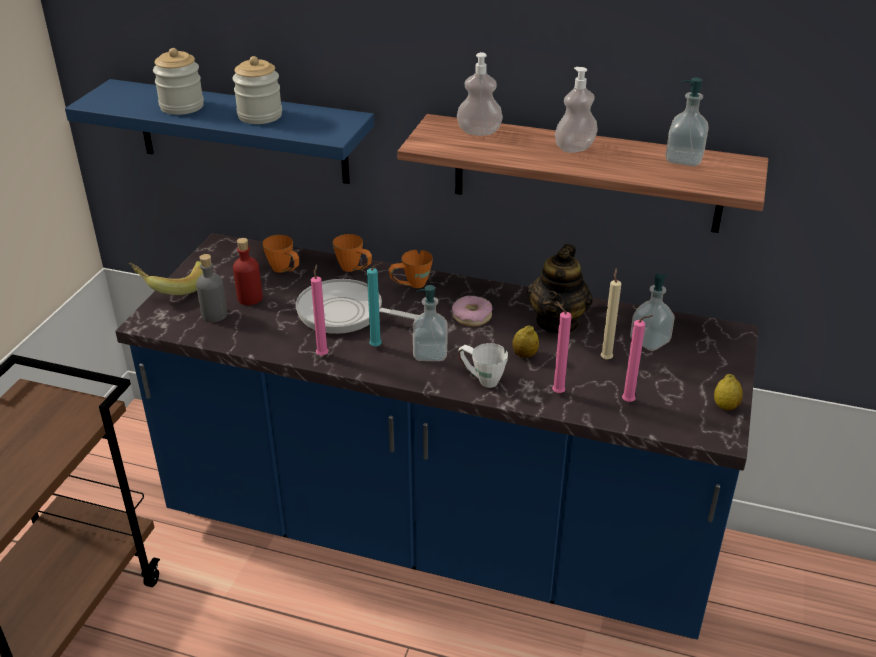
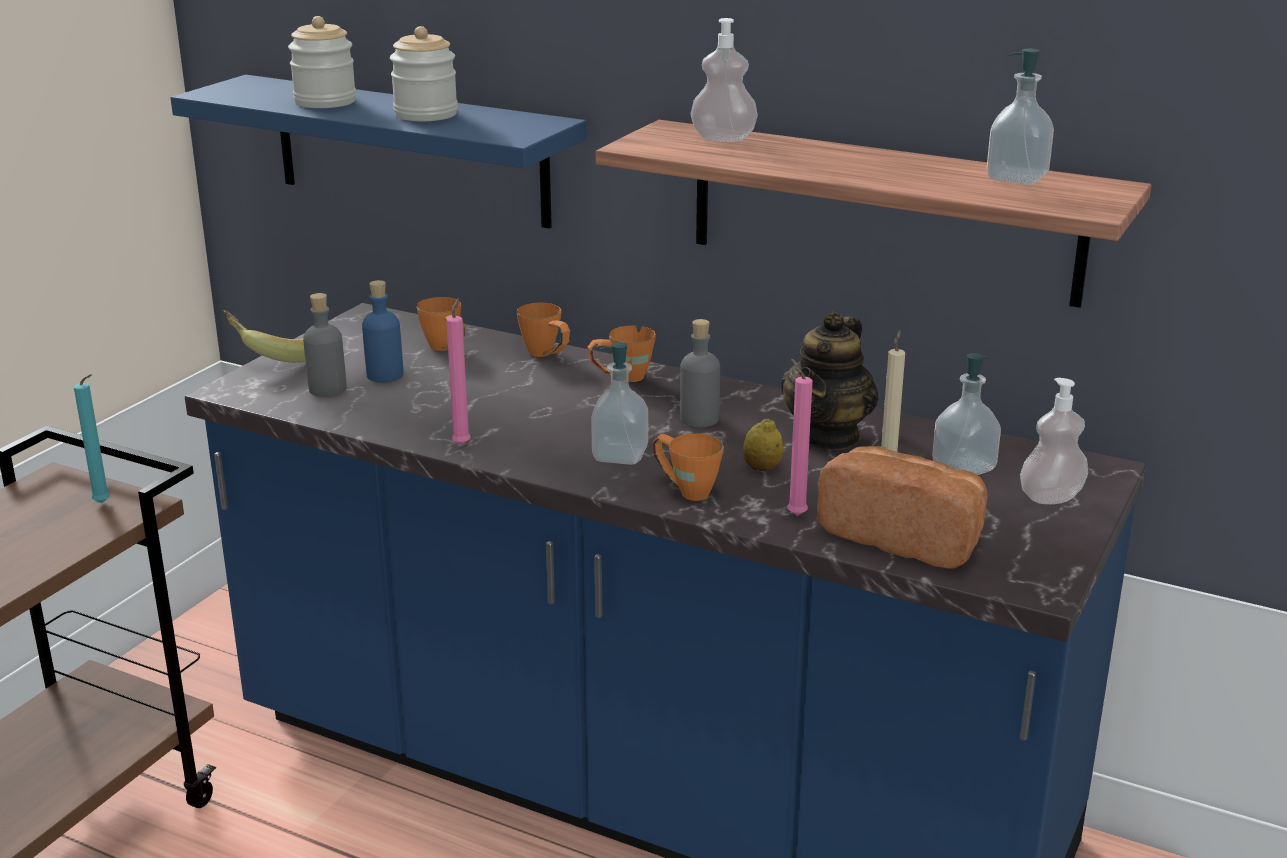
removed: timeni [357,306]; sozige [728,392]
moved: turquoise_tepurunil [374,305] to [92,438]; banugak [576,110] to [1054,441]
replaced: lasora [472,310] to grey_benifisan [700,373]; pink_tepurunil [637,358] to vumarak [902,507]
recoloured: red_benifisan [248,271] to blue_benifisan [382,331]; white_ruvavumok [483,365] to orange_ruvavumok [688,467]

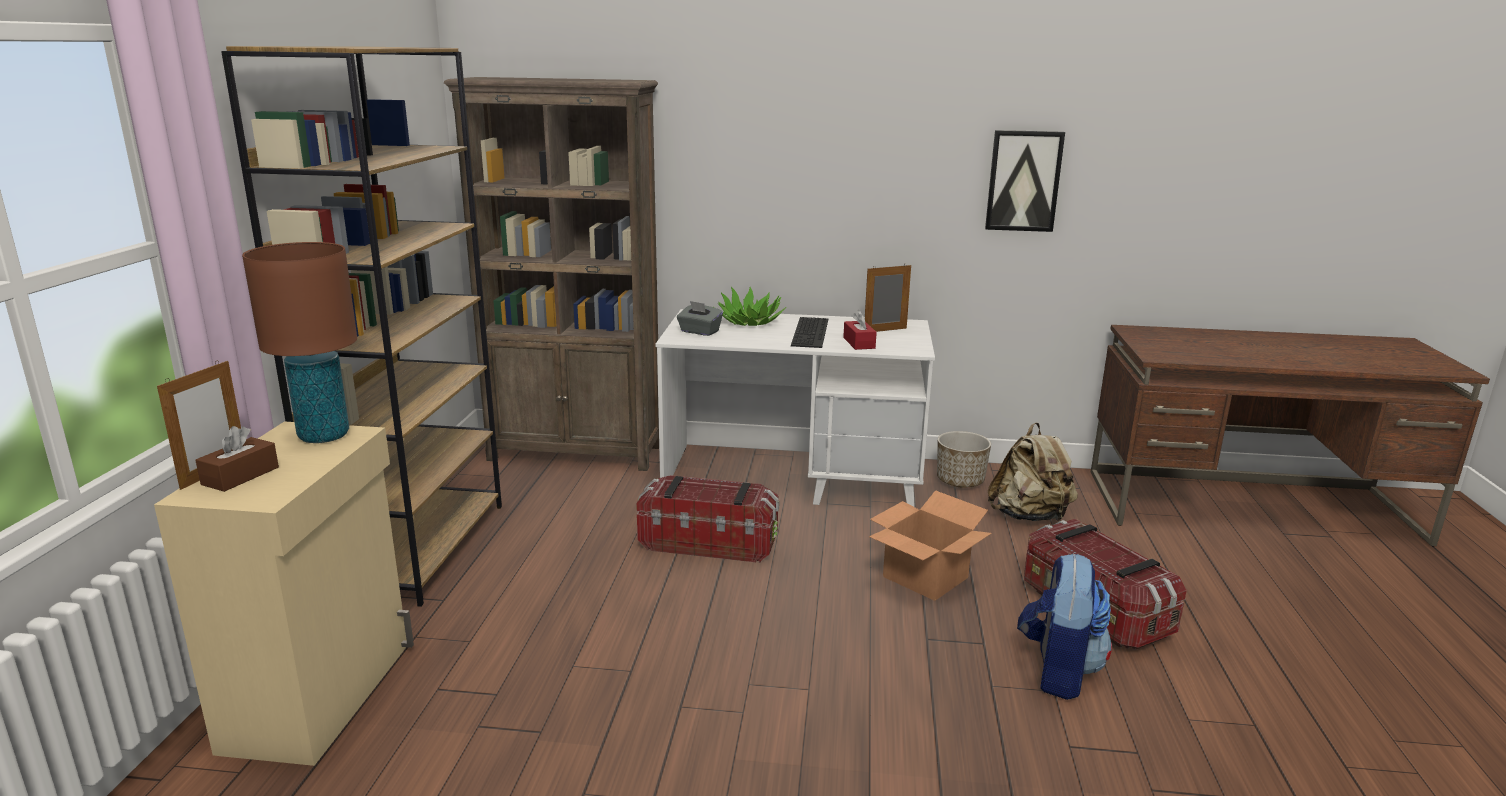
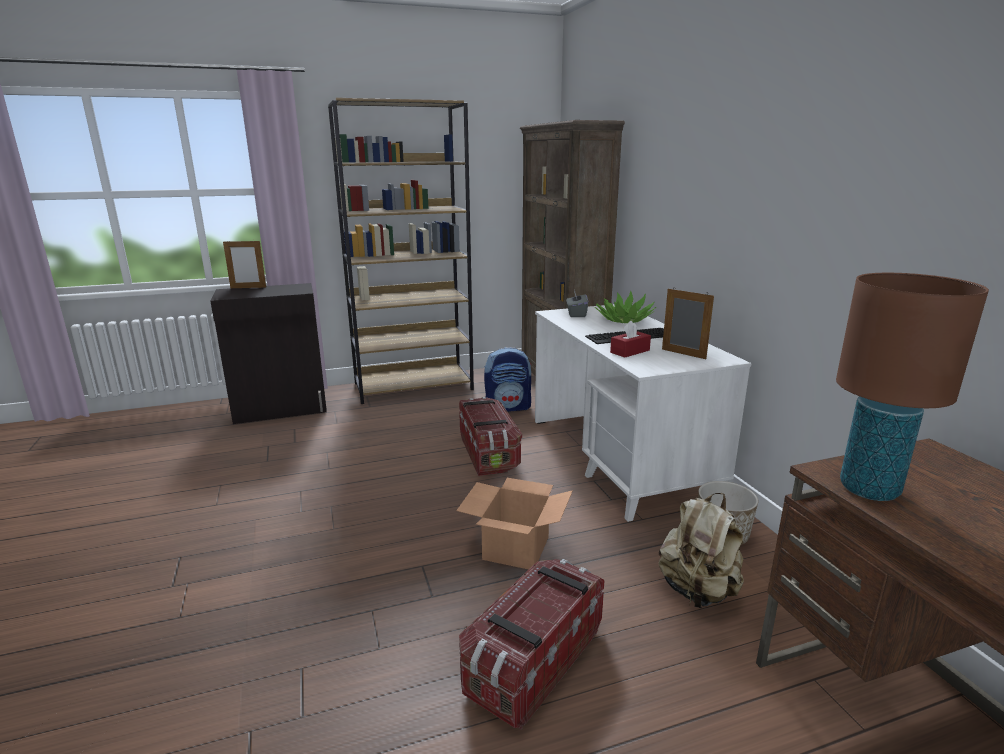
removed: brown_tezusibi [237,459]; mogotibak [1025,181]
moved: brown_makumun [299,342] to [912,387]; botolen [1064,626] to [508,379]
recoloured: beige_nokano [284,593] to black_nokano [268,353]

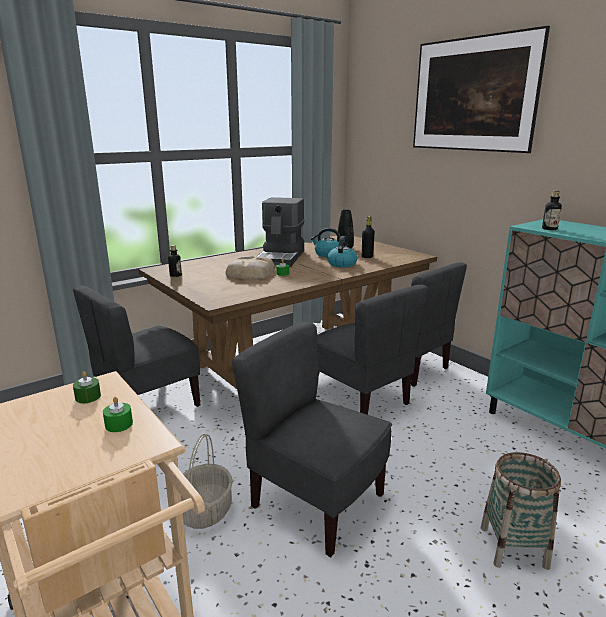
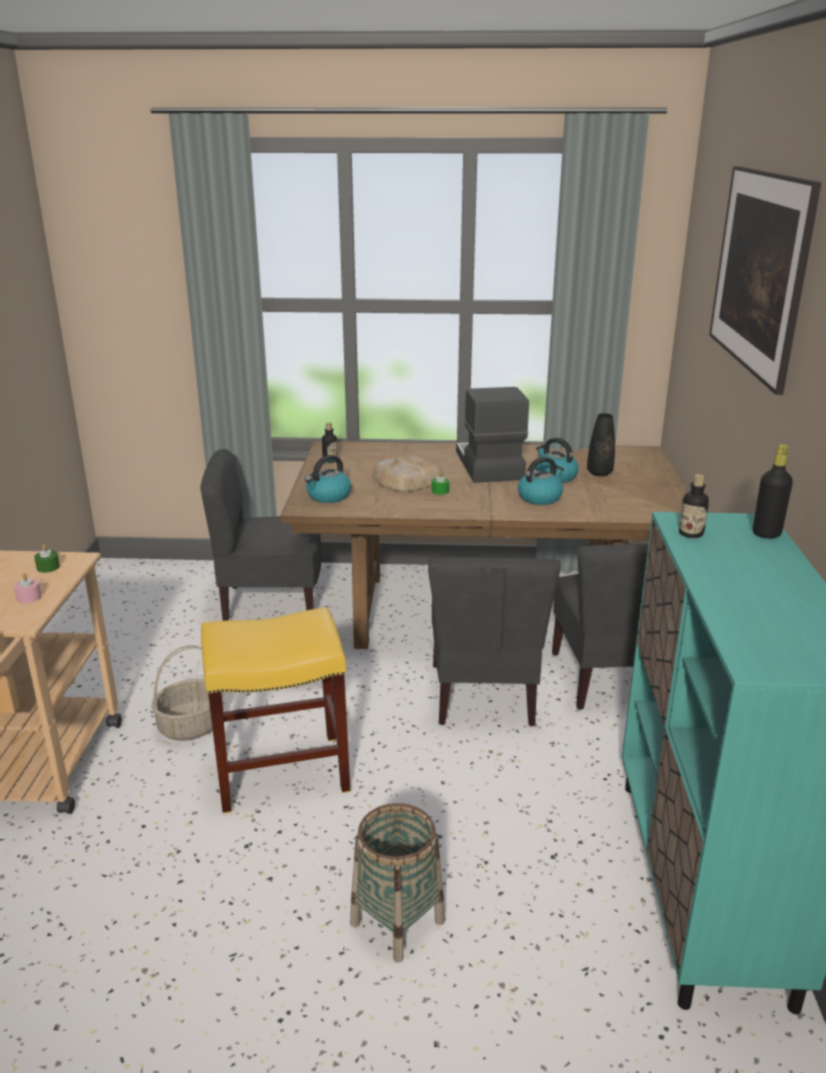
added: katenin [328,479]
moved: black_benifisan [368,237] to [773,491]
replaced: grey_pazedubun [312,439] to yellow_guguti [275,710]
recoloured: green_tepurunil [118,414] to pink_tepurunil [27,588]
turned: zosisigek [280,232] = [492,435] 120 degrees clockwise

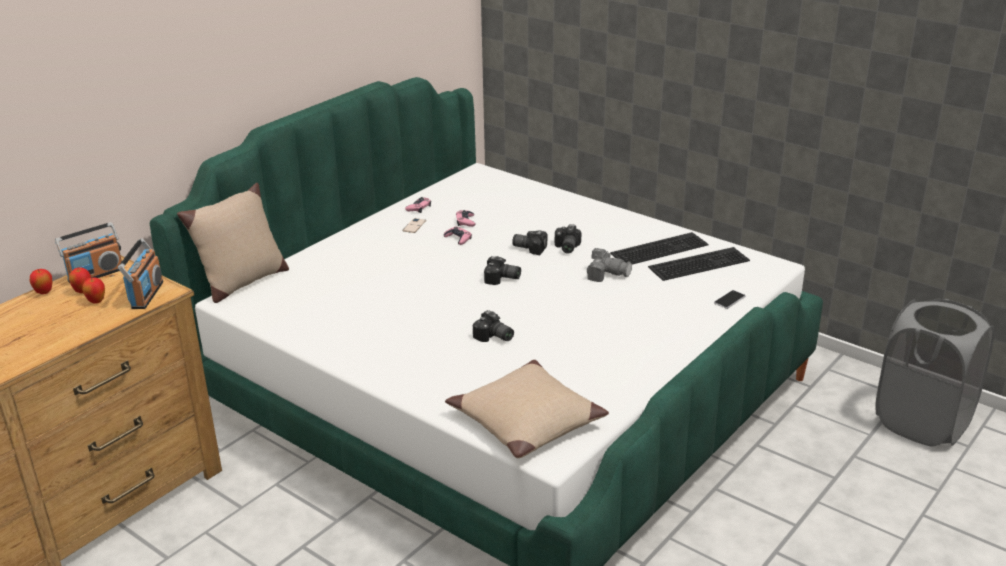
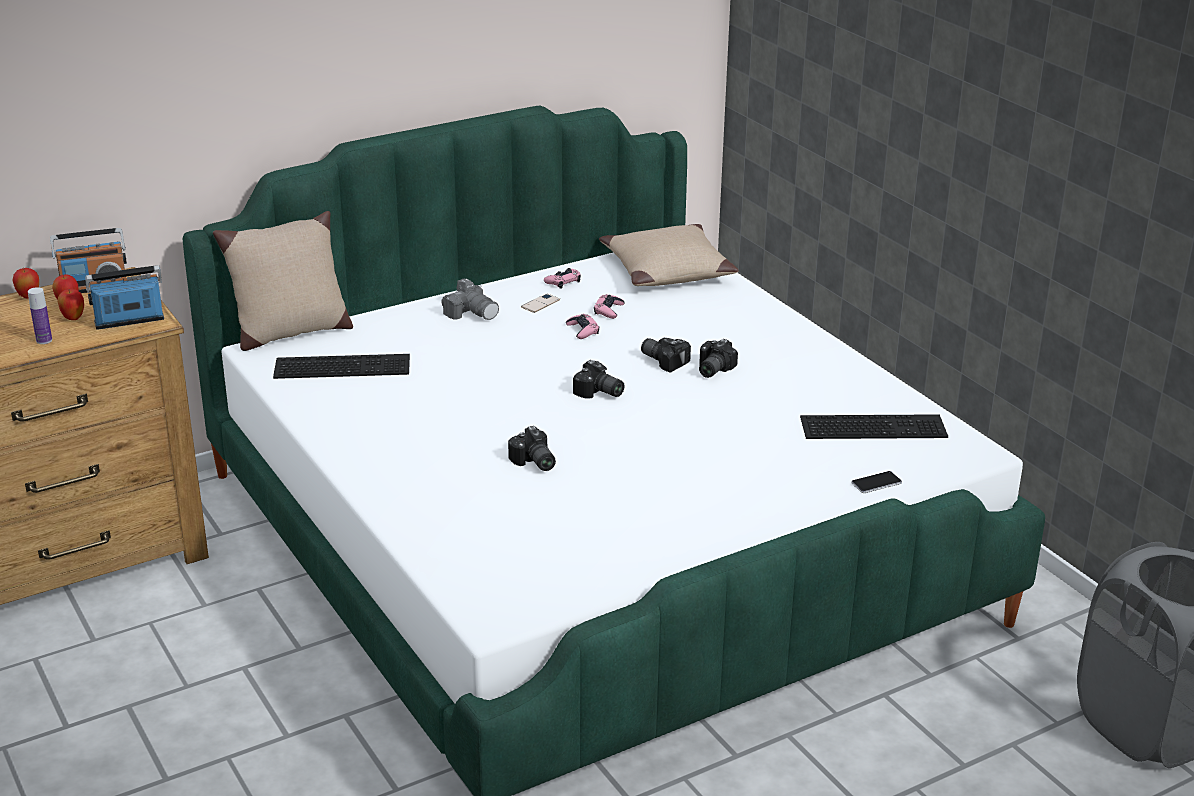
added: benifisan [40,315]
moved: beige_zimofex [527,409] to [668,255]; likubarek [609,265] to [470,299]; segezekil [659,248] to [341,366]
turned: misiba [140,273] = [124,297] 135 degrees counterclockwise

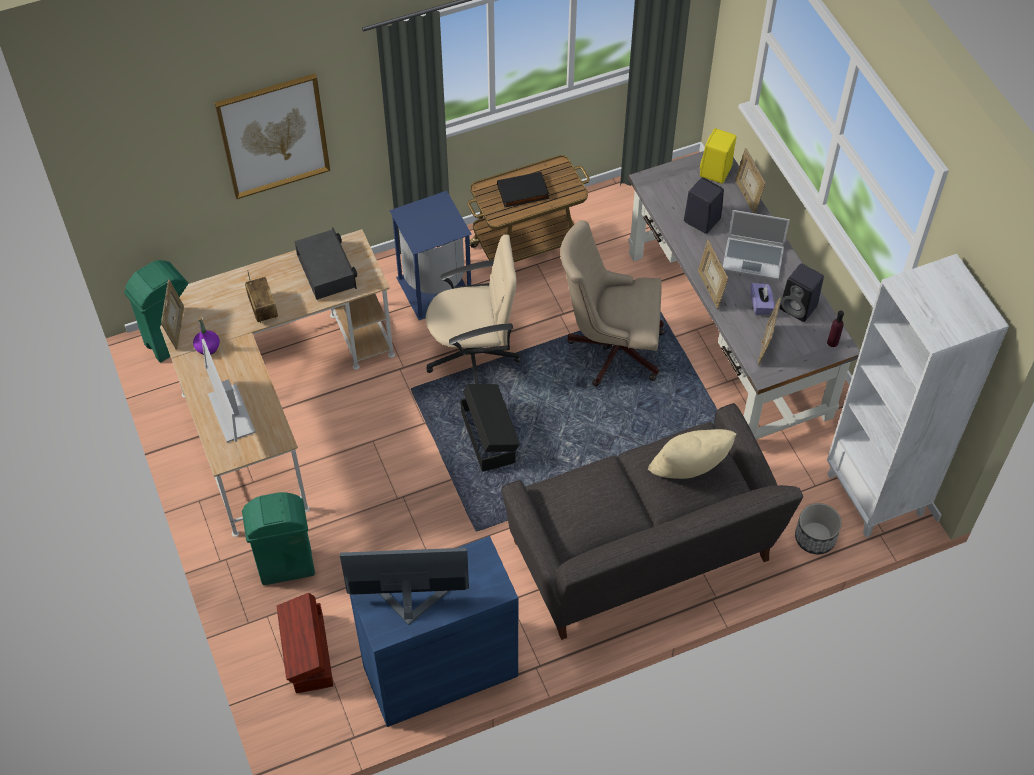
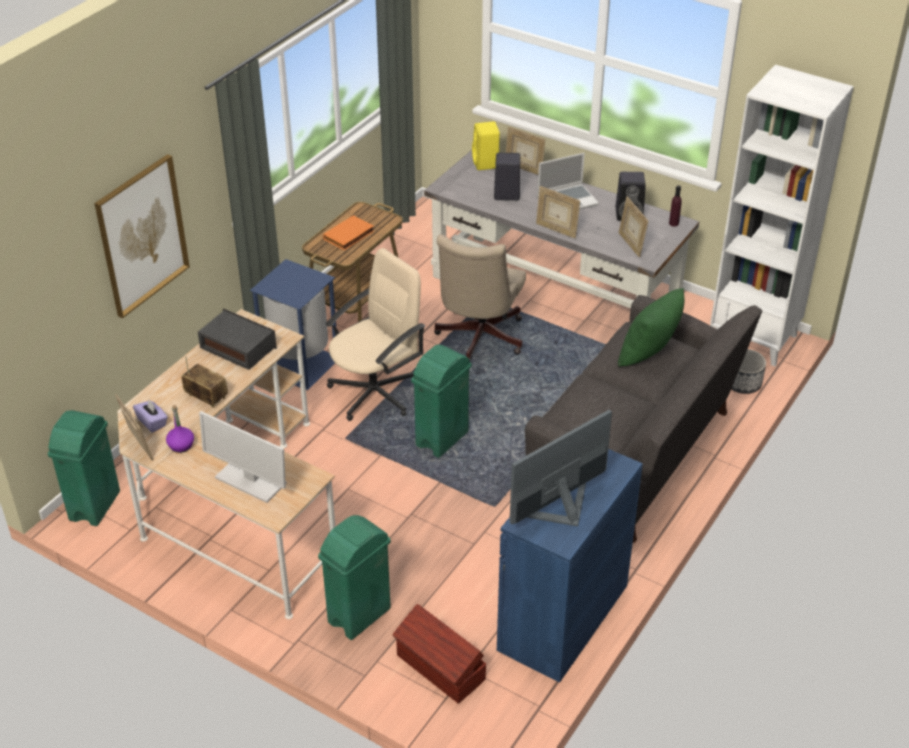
moved: purple_tezusibi [762,299] to [150,416]
replaced: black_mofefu [490,428] to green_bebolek [441,401]
recoloured: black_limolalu [523,189] to orange_limolalu [348,232]; beige_zimofex [692,454] to green_zimofex [651,327]
turned: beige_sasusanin [612,303] = [480,297] 45 degrees counterclockwise

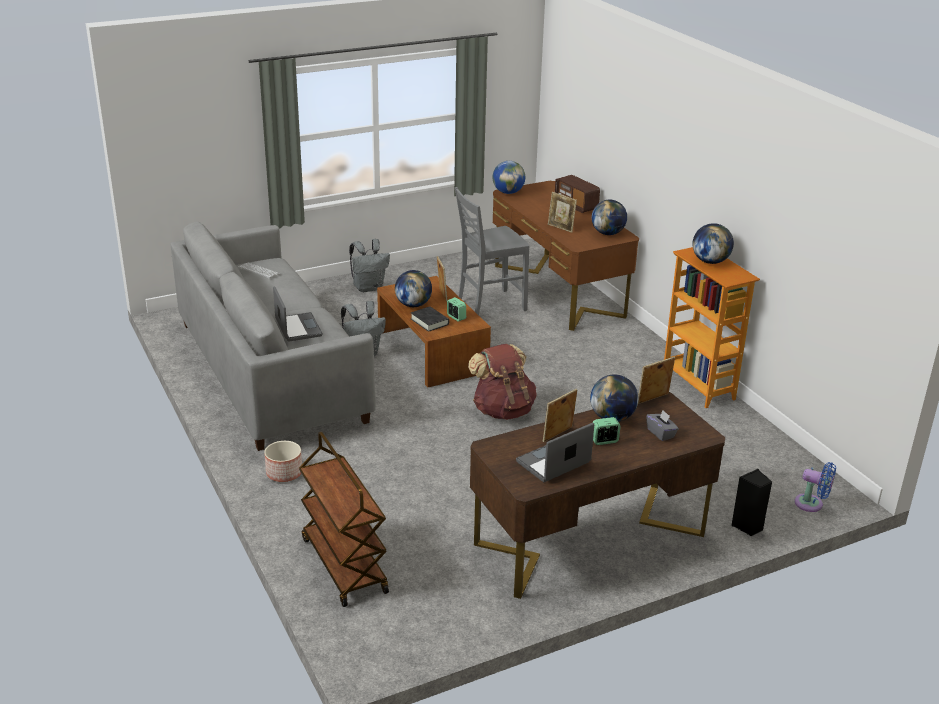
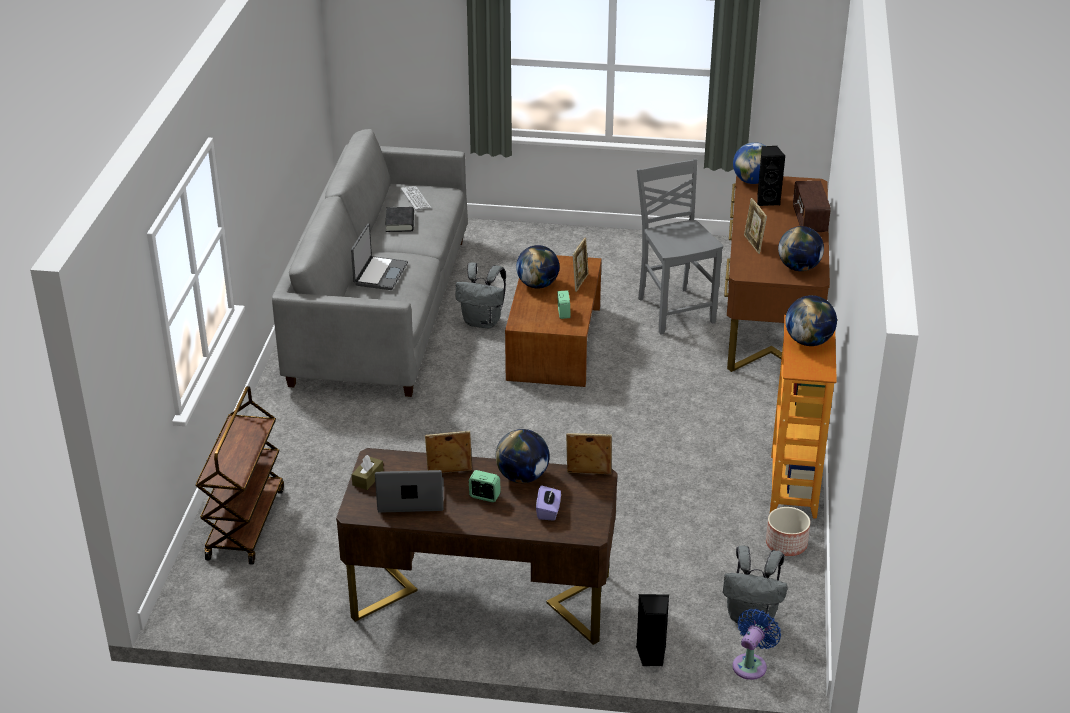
removed: brown_botolen [502,382]
added: brown_tezusibi [367,472]; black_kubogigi [771,176]
moved: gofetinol [283,461] to [788,531]; grey_botolen [369,265] to [755,584]; black_limolalu [430,319] to [399,219]
recoloured: grey_tezusibi [662,425] to purple_tezusibi [548,503]
turned: grey_pazedubun [492,251] = [680,246] 60 degrees clockwise; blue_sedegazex [815,487] = [756,644] 120 degrees counterclockwise

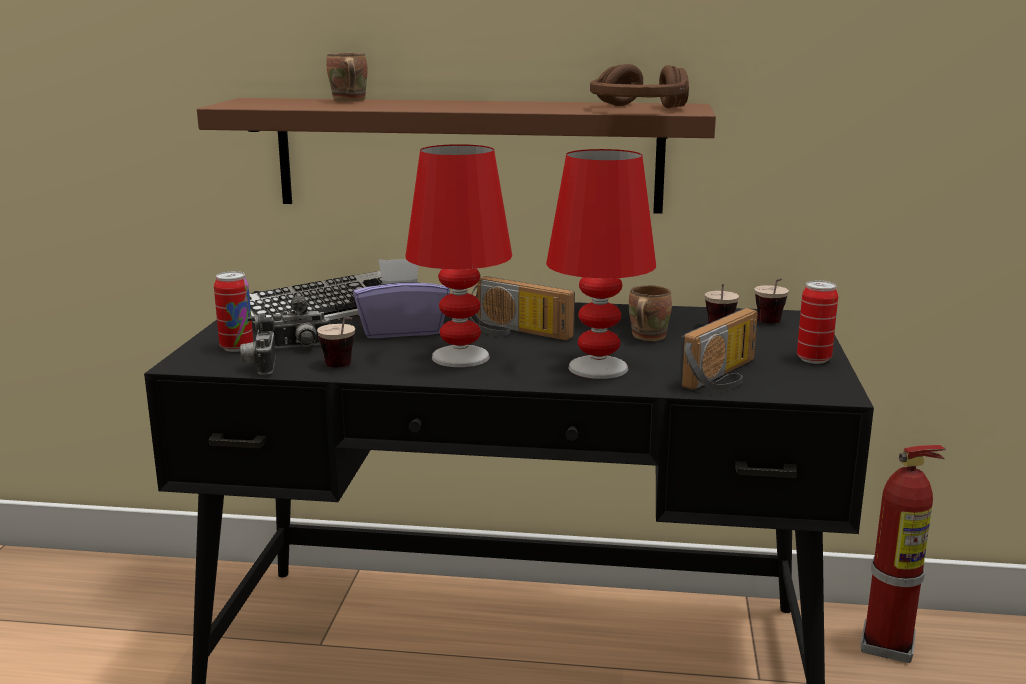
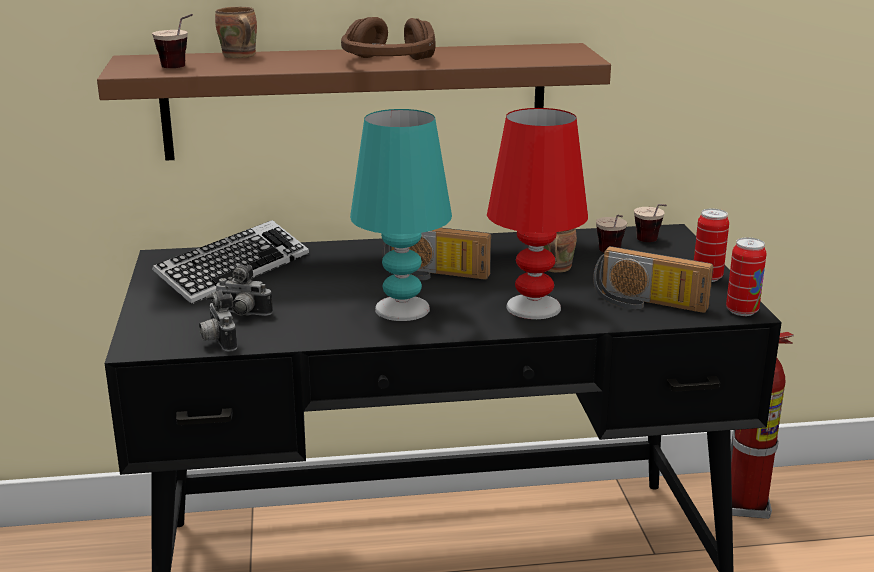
removed: purple_tezusibi [401,298]
moved: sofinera [233,311] to [746,276]; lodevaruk [336,342] to [172,41]; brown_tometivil [639,86] to [388,38]
recoloured: red_makumun [458,255] to turquoise_makumun [401,215]
turned: likubarek [302,322] = [244,290] 45 degrees clockwise; misiba [718,349] = [653,279] 90 degrees clockwise

